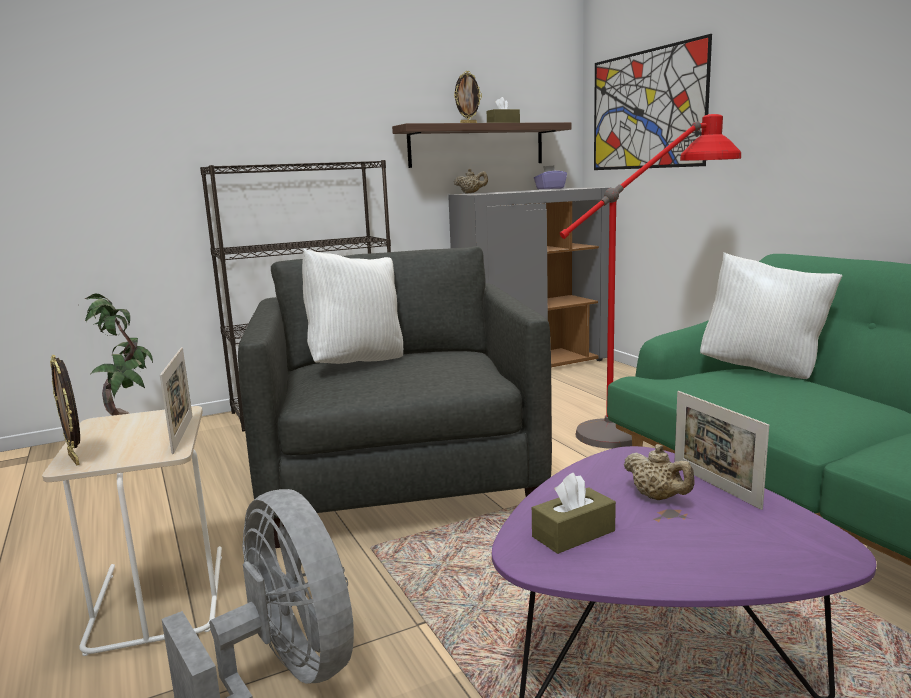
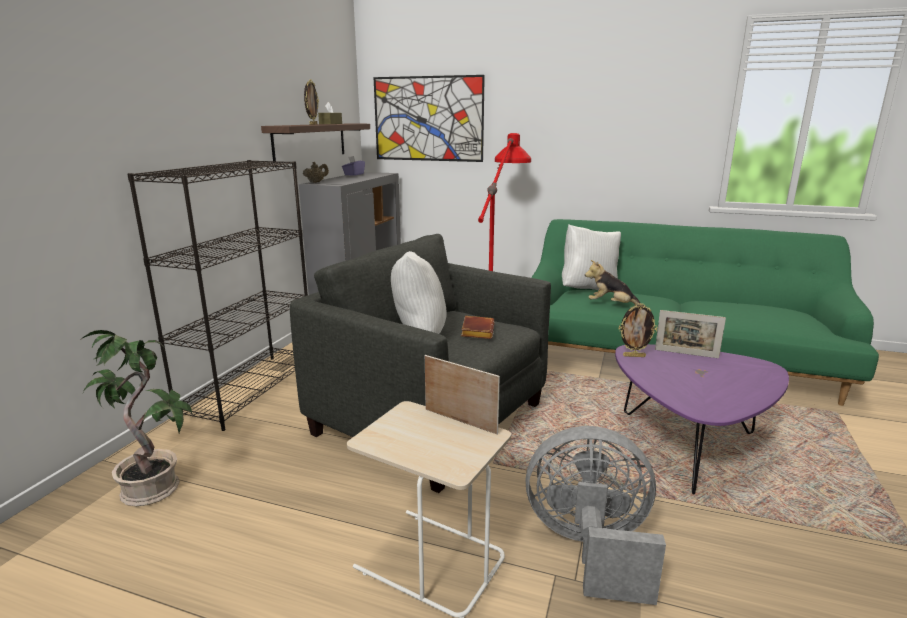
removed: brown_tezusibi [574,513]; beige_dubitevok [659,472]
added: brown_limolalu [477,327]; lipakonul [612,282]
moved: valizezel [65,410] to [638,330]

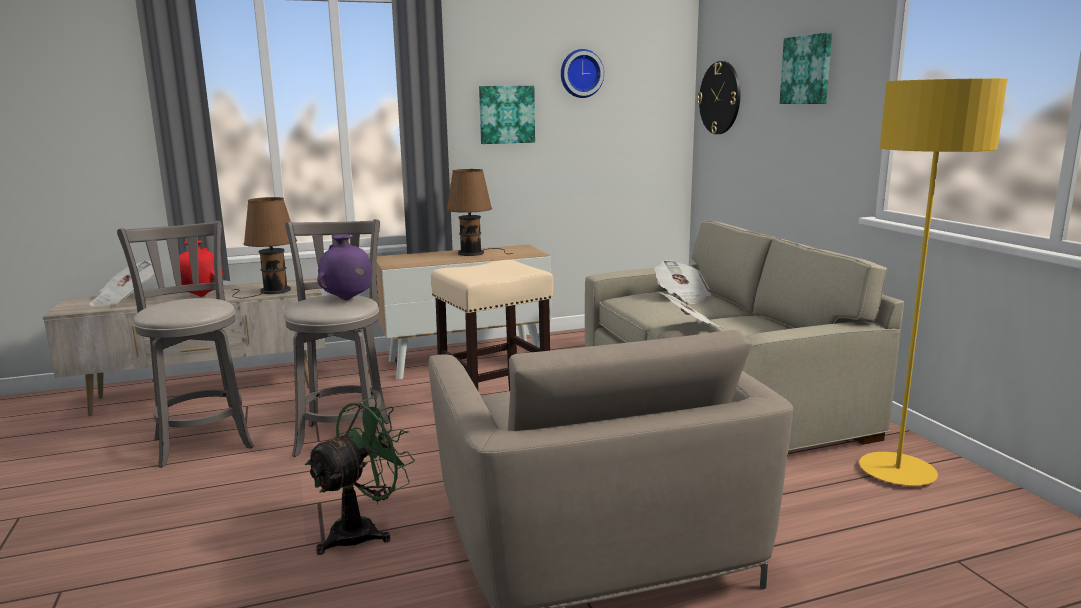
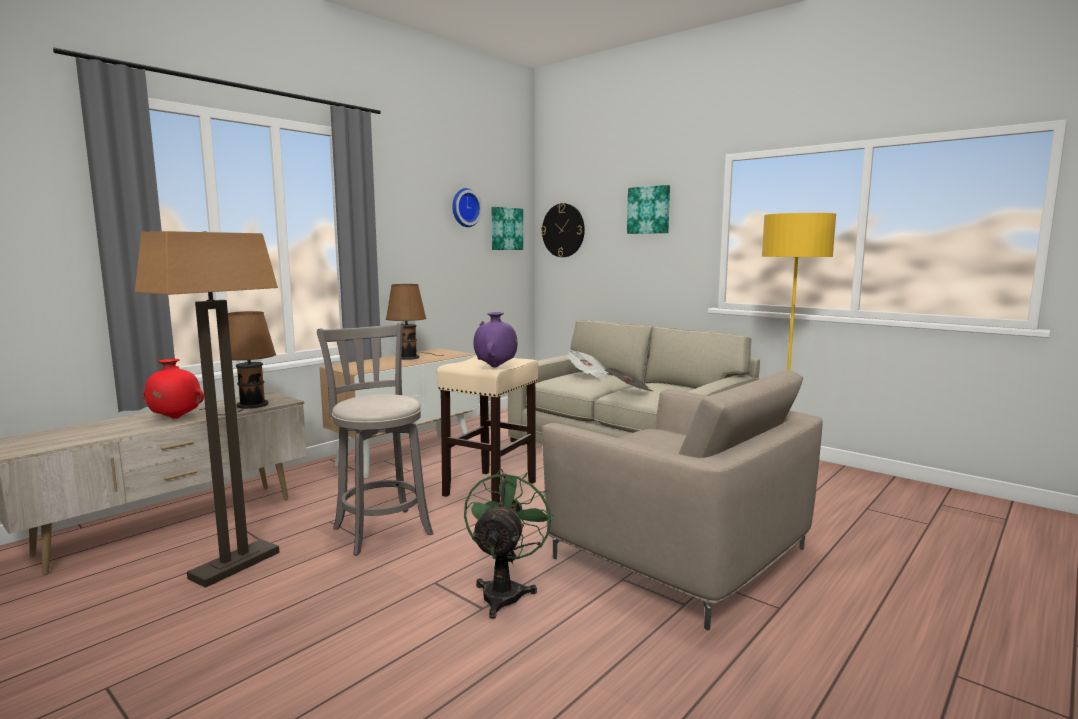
removed: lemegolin [121,283]
moved: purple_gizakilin [345,267] to [495,340]; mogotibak [507,115] to [507,228]
replaced: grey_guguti [185,344] to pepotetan [207,409]

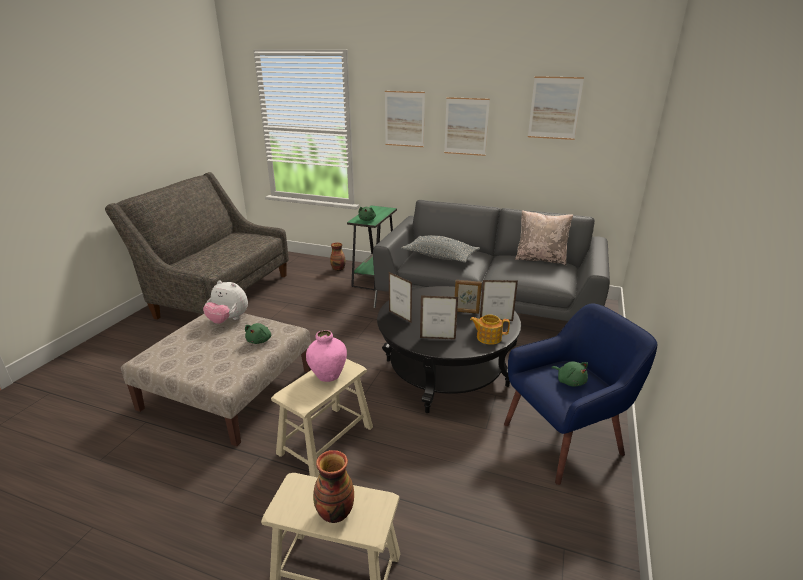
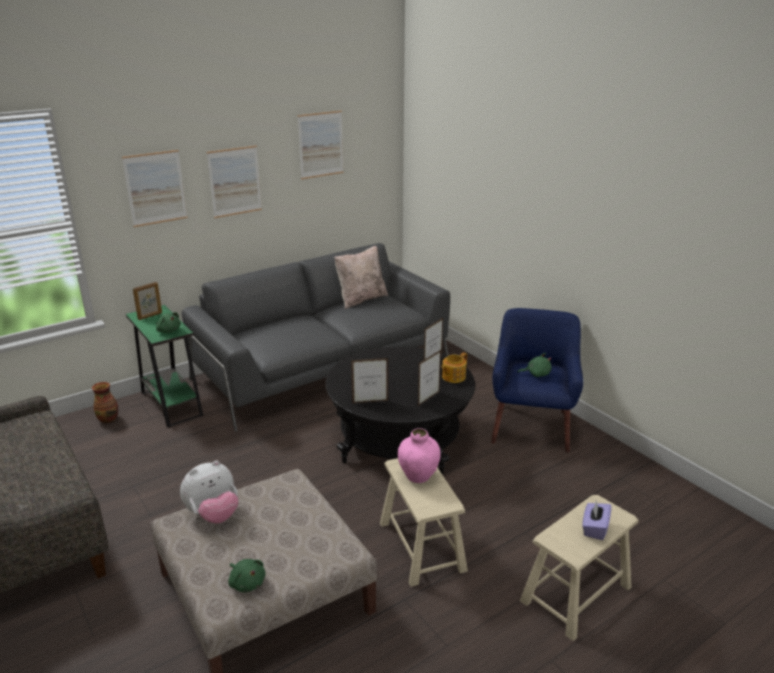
removed: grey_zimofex [440,249]
moved: green_lipakonul [258,333] to [247,576]; valizezel [468,297] to [147,301]
replaced: gizakilin [333,486] to purple_tezusibi [597,520]

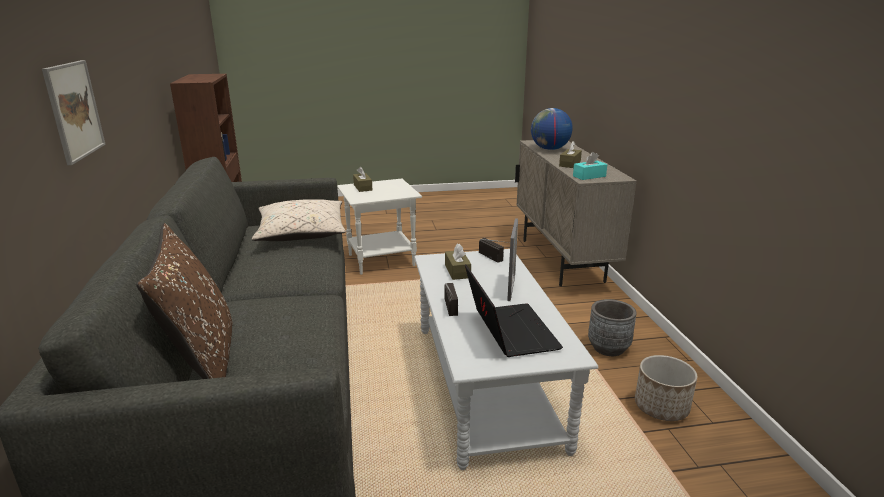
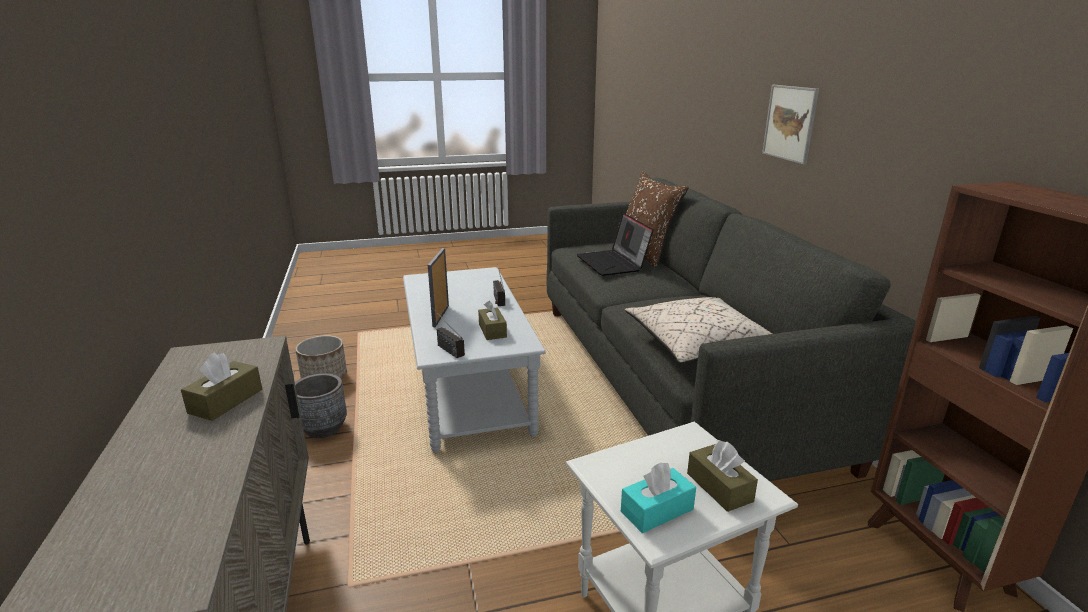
removed: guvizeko [552,129]
moved: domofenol [514,311] to [615,244]; turquoise_tezusibi [590,166] to [658,497]

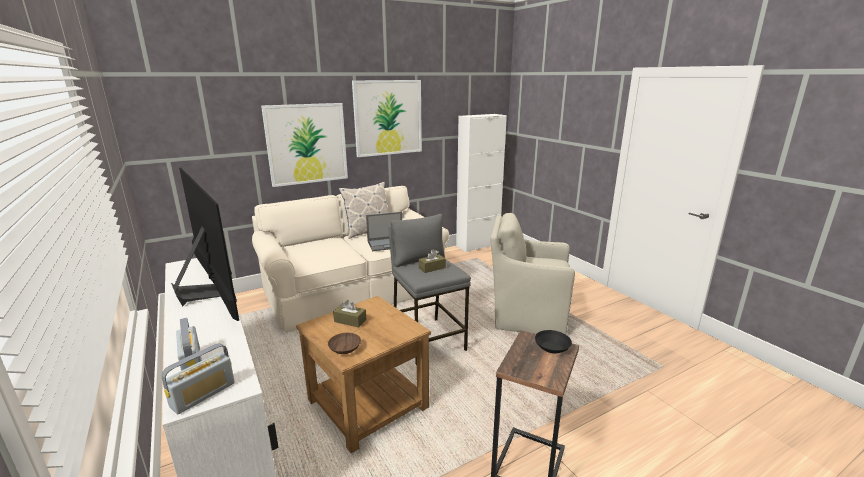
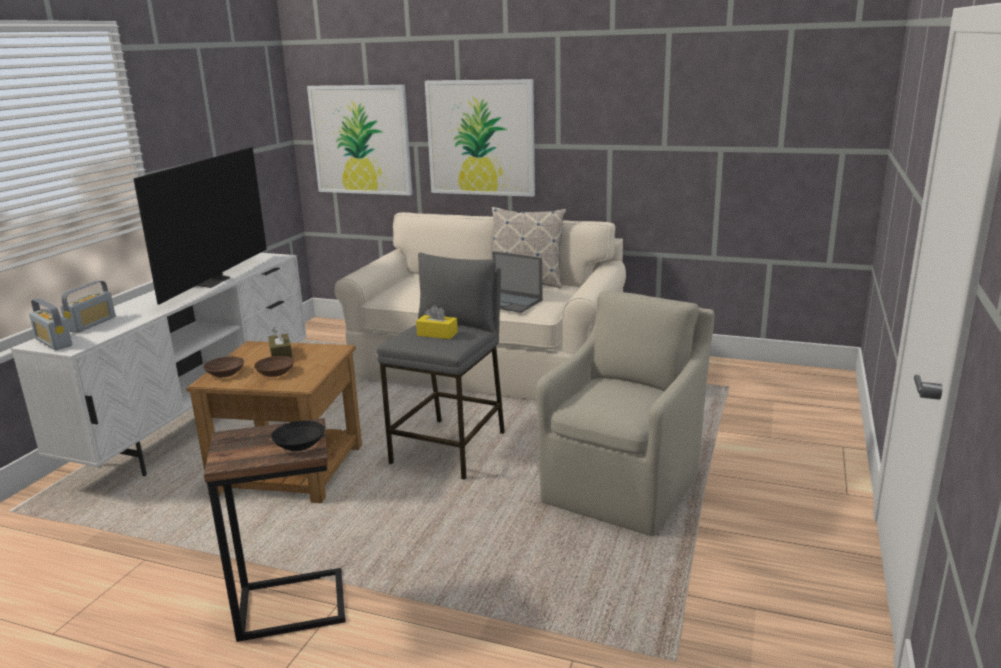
removed: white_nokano [481,183]
added: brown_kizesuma [274,366]
moved: mogotibak [387,118] to [359,140]
recoloured: brown_tezusibi [432,261] to yellow_tezusibi [437,322]
turned: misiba [198,378] = [50,324] 45 degrees clockwise; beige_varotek [532,273] = [625,413] 60 degrees clockwise

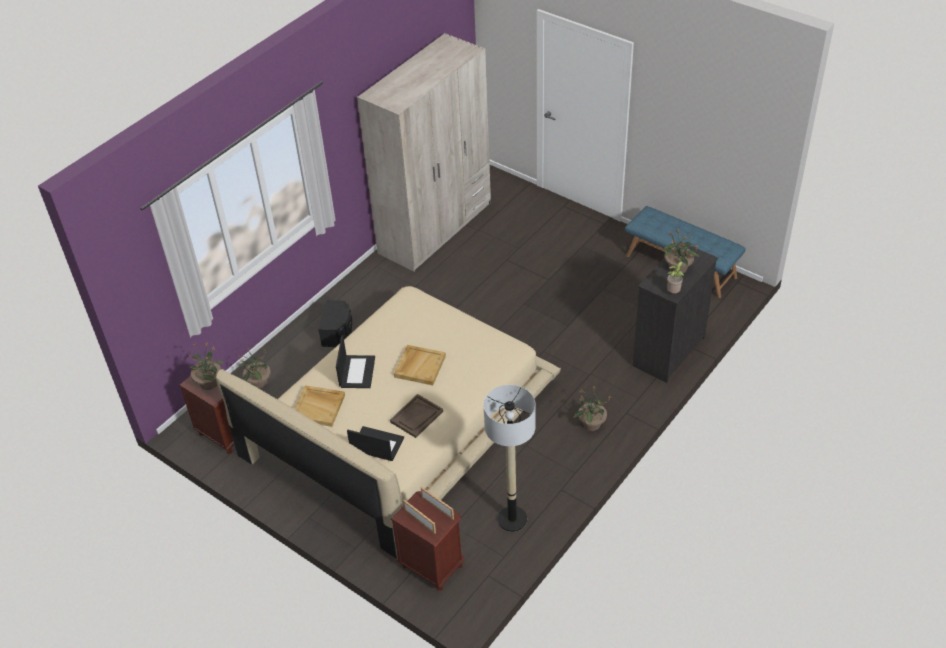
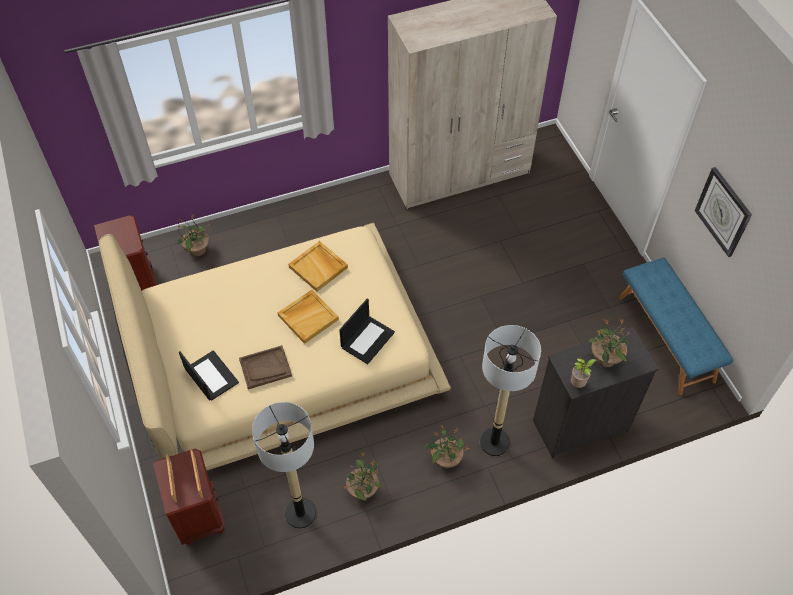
removed: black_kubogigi [335,323]
added: pepotetan [510,390]; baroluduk [723,212]
moved: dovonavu [206,366] to [363,476]; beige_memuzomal [320,406] to [318,266]; domofenol [355,362] to [367,331]

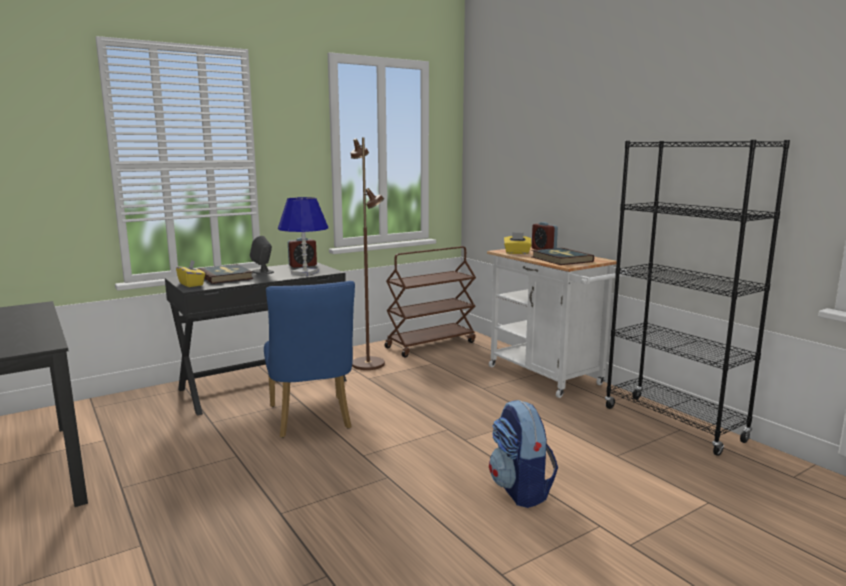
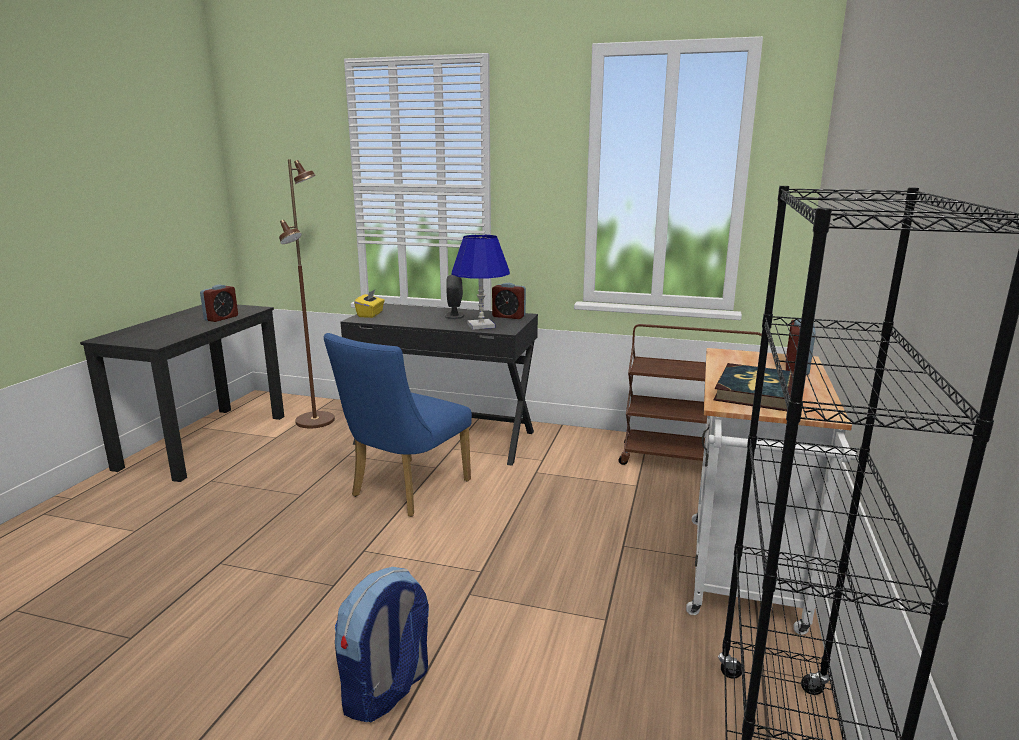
removed: limolalu [226,274]; yellow_tezusibi [518,243]
added: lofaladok [219,303]
moved: brown_pepotetan [367,254] to [307,293]

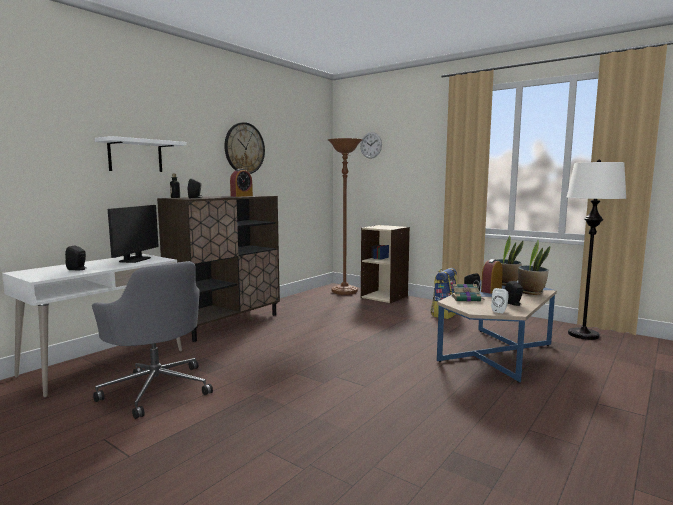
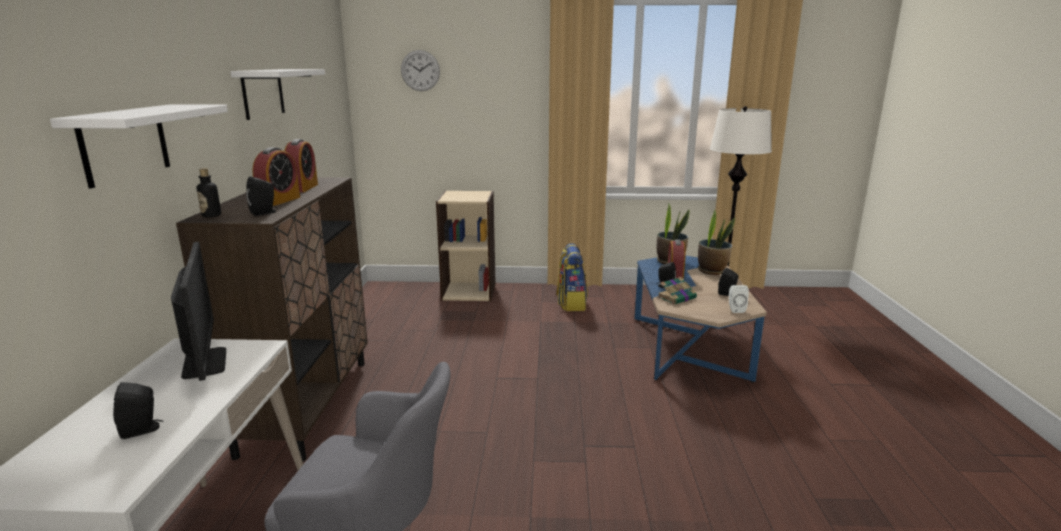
removed: brown_pepotetan [345,216]
added: lofaladok [276,176]
replaced: baroluduk [244,148] to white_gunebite [277,94]

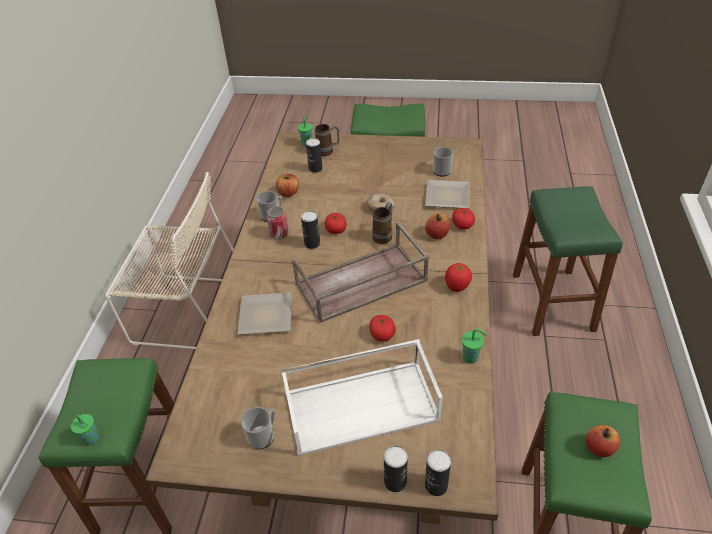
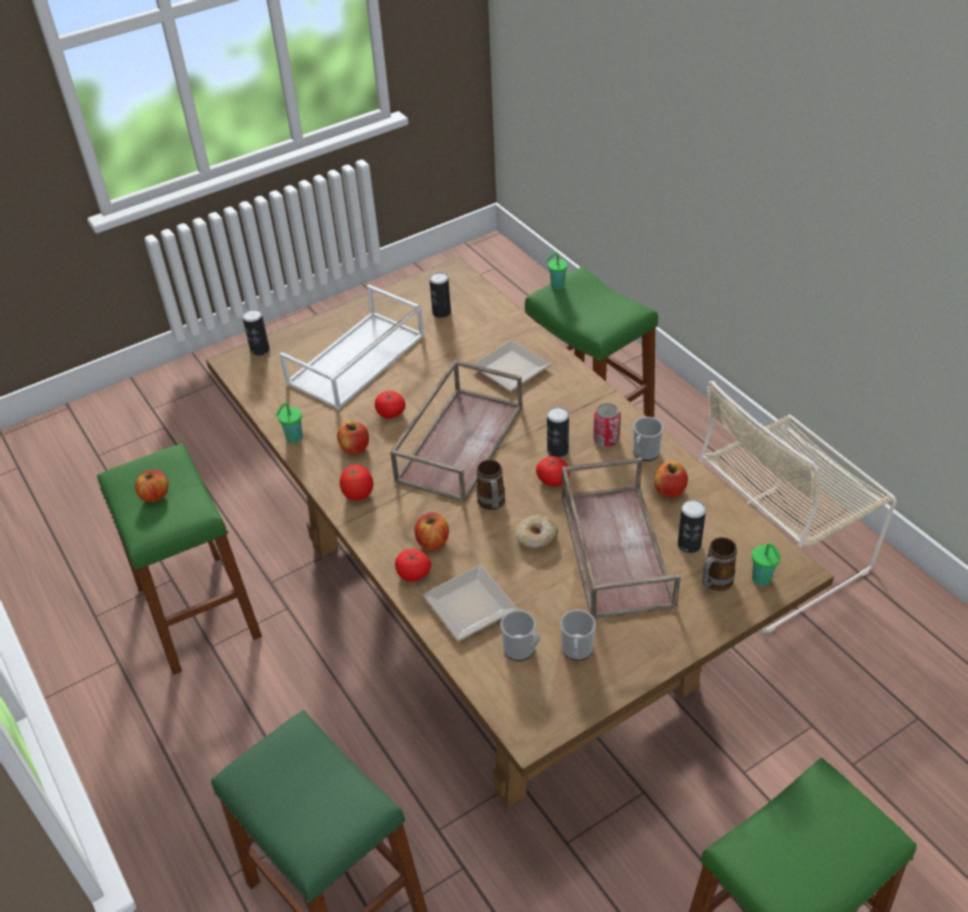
added: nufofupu [353,438]; brown_memuzomal [621,538]
moved: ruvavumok [258,428] to [578,635]; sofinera [396,469] to [440,295]

